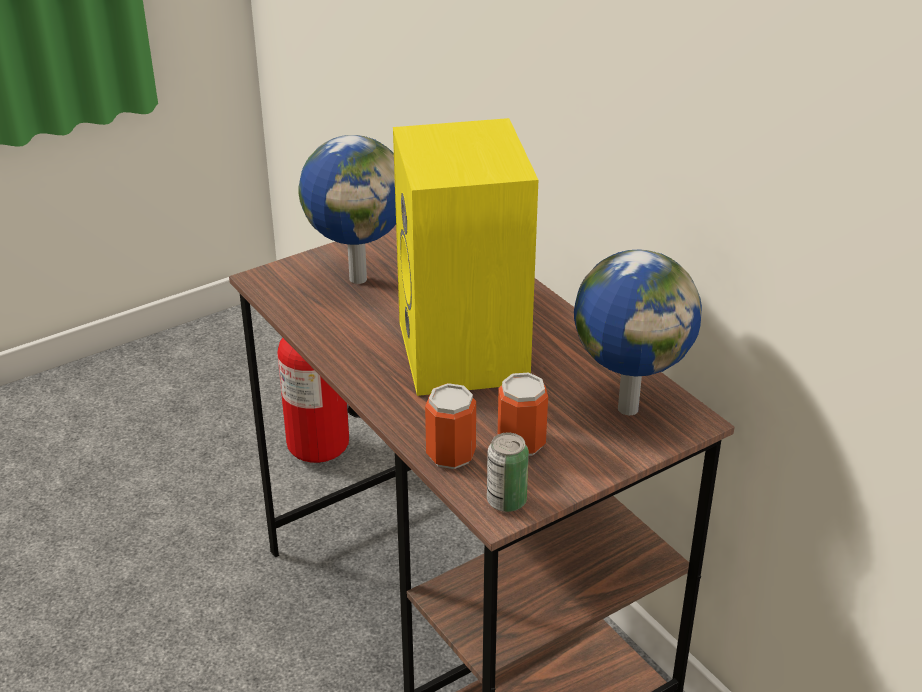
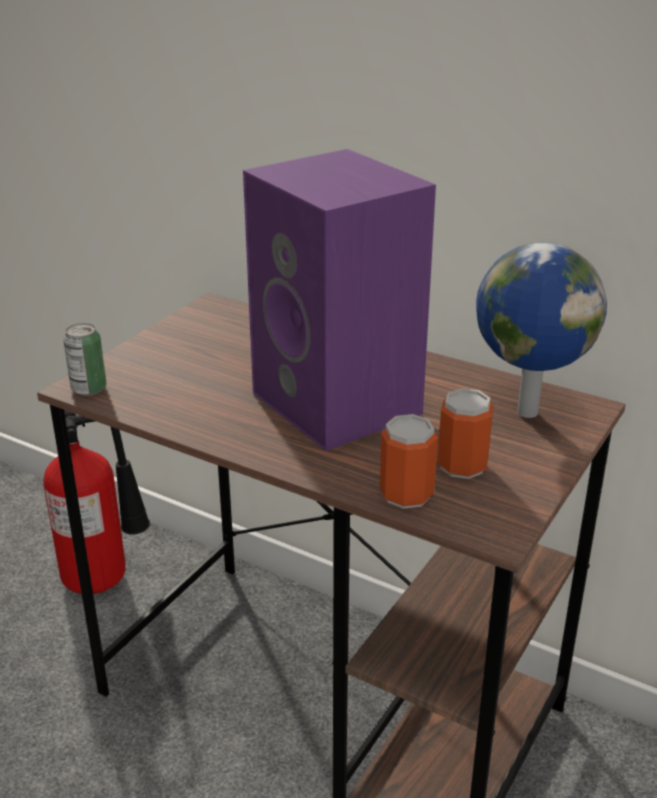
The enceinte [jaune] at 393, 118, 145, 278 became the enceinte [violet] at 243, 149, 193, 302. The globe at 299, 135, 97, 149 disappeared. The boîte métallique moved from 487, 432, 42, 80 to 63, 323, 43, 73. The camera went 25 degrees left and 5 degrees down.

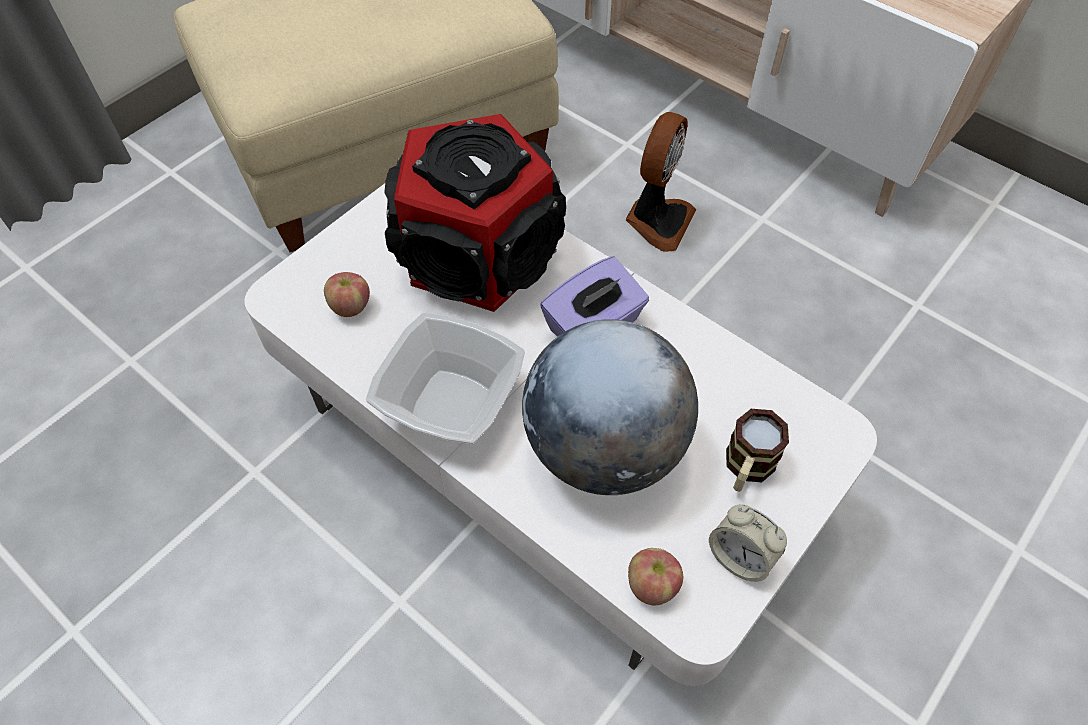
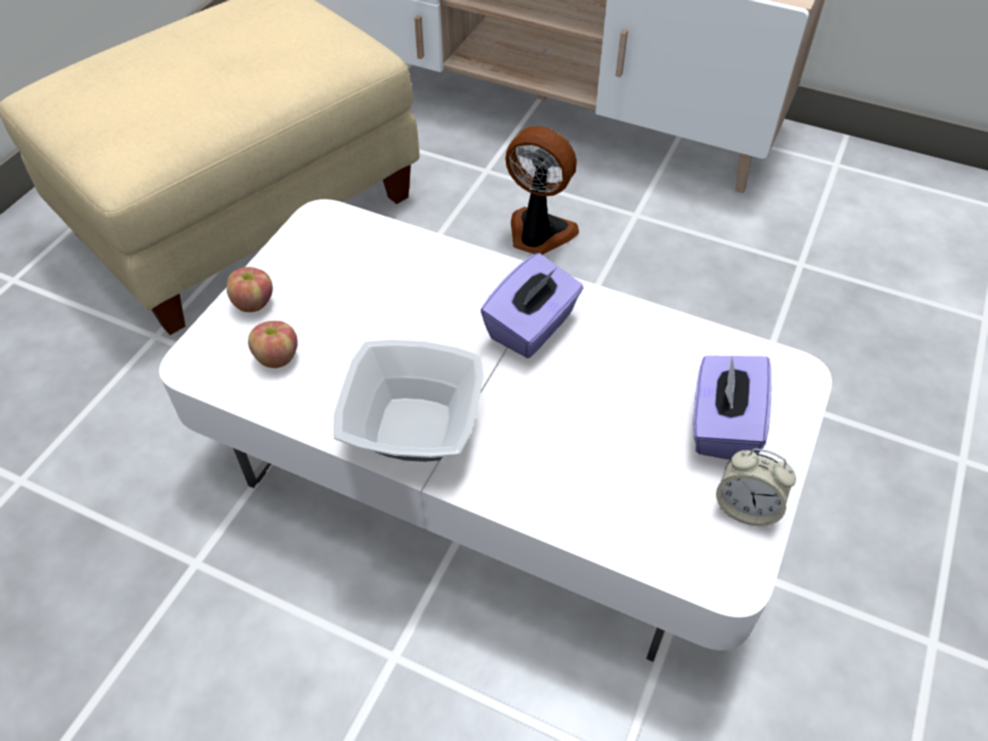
The ventilateur at 626, 112, 71, 140 turned 75 degrees counterclockwise. The enceinte at 384, 114, 182, 198 disappeared. The globe at 522, 319, 176, 176 disappeared. The mug at 726, 409, 63, 83 was replaced by the boîte à mouchoirs [violet] at 693, 356, 79, 104. The pomme moved from 628, 548, 55, 57 to 227, 267, 46, 45. The camera went 15 degrees left and 5 degrees down.

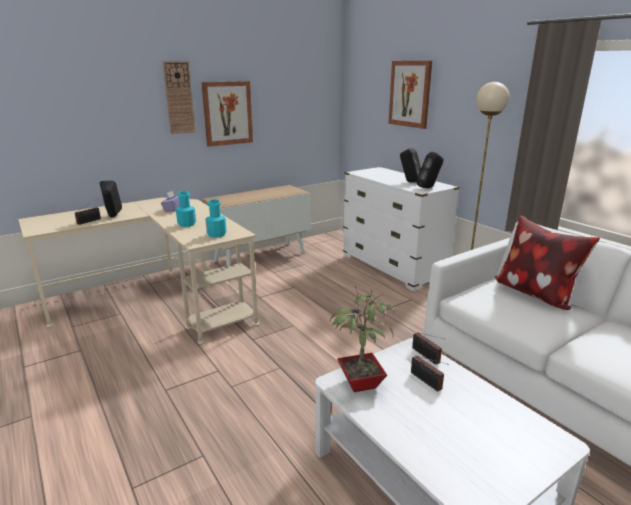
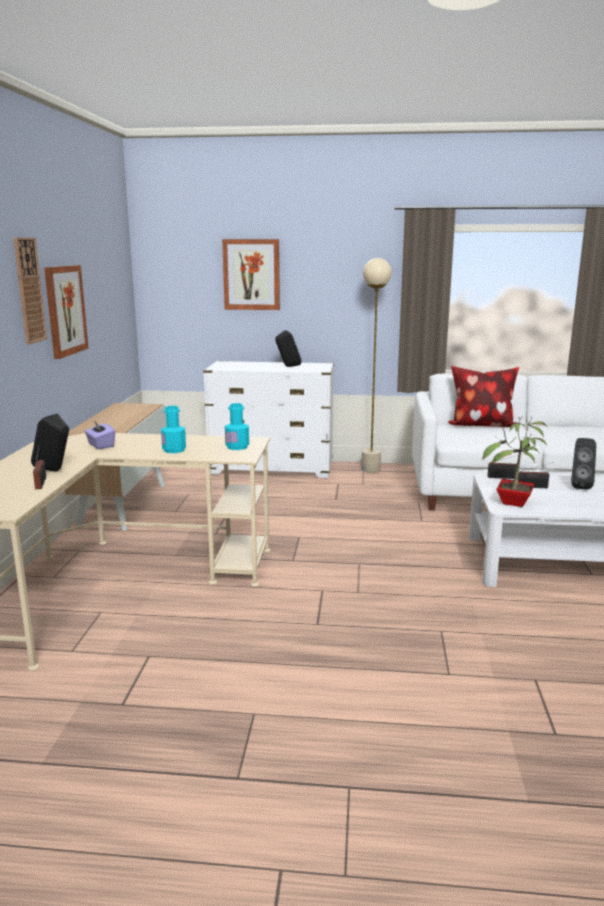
The enceinte [noir] moved from 416, 152, 28, 36 to 571, 438, 25, 52. The camera went 50 degrees left and 5 degrees down.

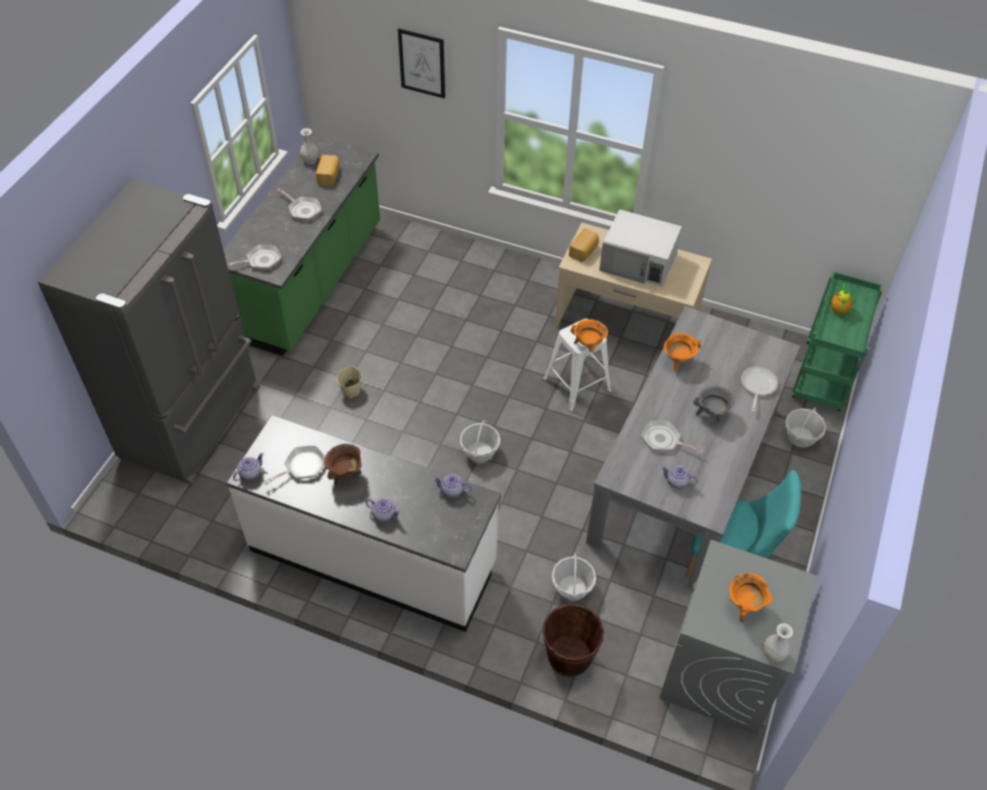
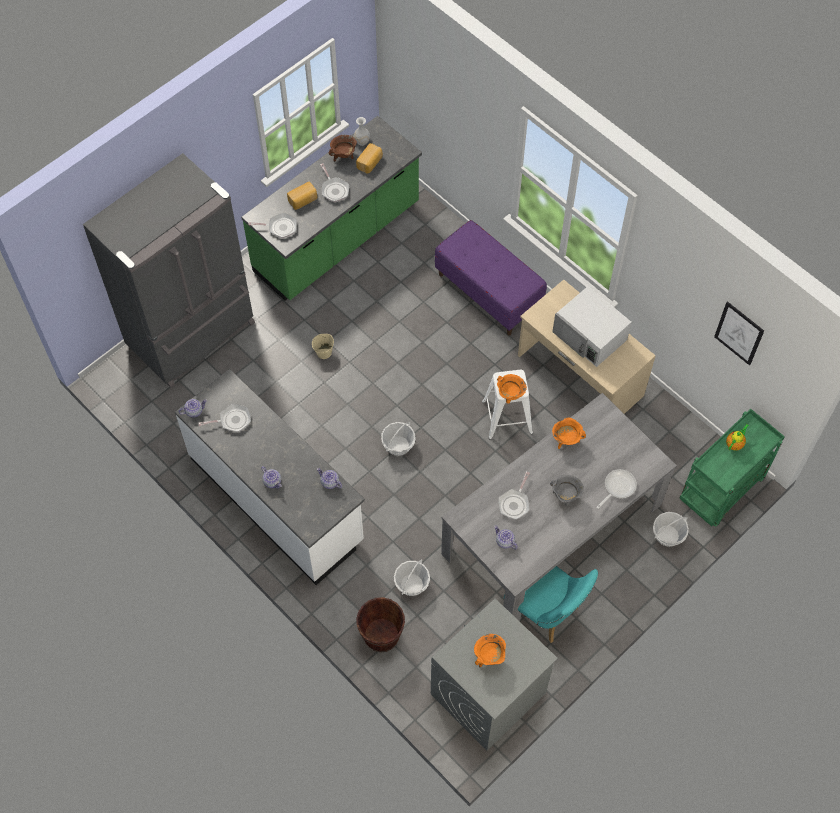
The tableau moved from 398, 28, 47, 71 to 714, 301, 50, 65. The pain moved from 569, 228, 30, 34 to 287, 182, 30, 28. The poêle at 641, 420, 63, 34 turned 120 degrees counterclockwise. The marmite [marron] moved from 324, 444, 38, 42 to 329, 135, 28, 27. The vase [blanc] at 762, 623, 31, 39 disappeared. The banc [violet] at 435, 220, 112, 115 appeared. The camera went 25 degrees right and 10 degrees up.

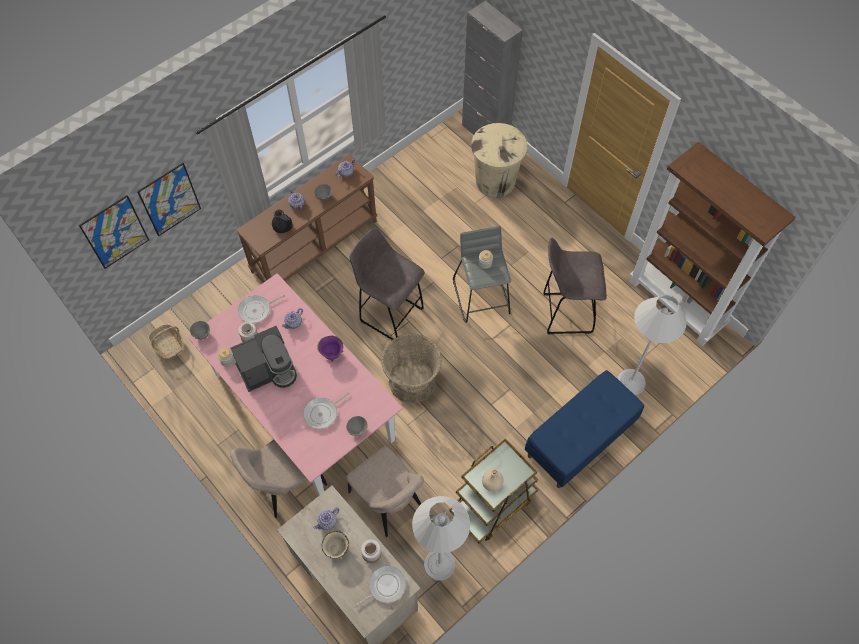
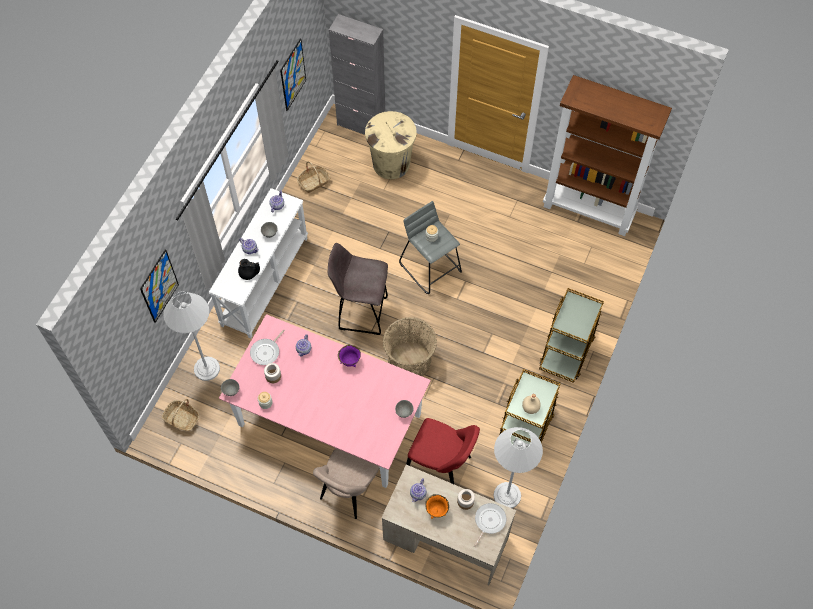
The table console [marron] at 236, 154, 141, 129 became the table console [blanc] at 209, 188, 99, 150. The tableau moved from 79, 195, 70, 74 to 280, 39, 26, 72. The tabouret [gris] at 543, 238, 64, 96 disappeared. The lampadaire [blanc] moved from 617, 295, 69, 100 to 163, 291, 57, 90. The machine à café at 230, 326, 67, 66 disappeared. The banc [bleu] at 525, 370, 119, 118 was replaced by the chariot [marron] at 539, 288, 65, 95. The poêle at 303, 392, 47, 37 disappeared. The chaise [beige] at 346, 446, 78, 91 became the chaise [rouge] at 406, 418, 74, 66. The bol [beige] at 321, 530, 28, 29 became the bol [orange] at 425, 494, 24, 25. The panier at 297, 162, 33, 31 appeared. The camera went 25 degrees left and 0 degrees up.

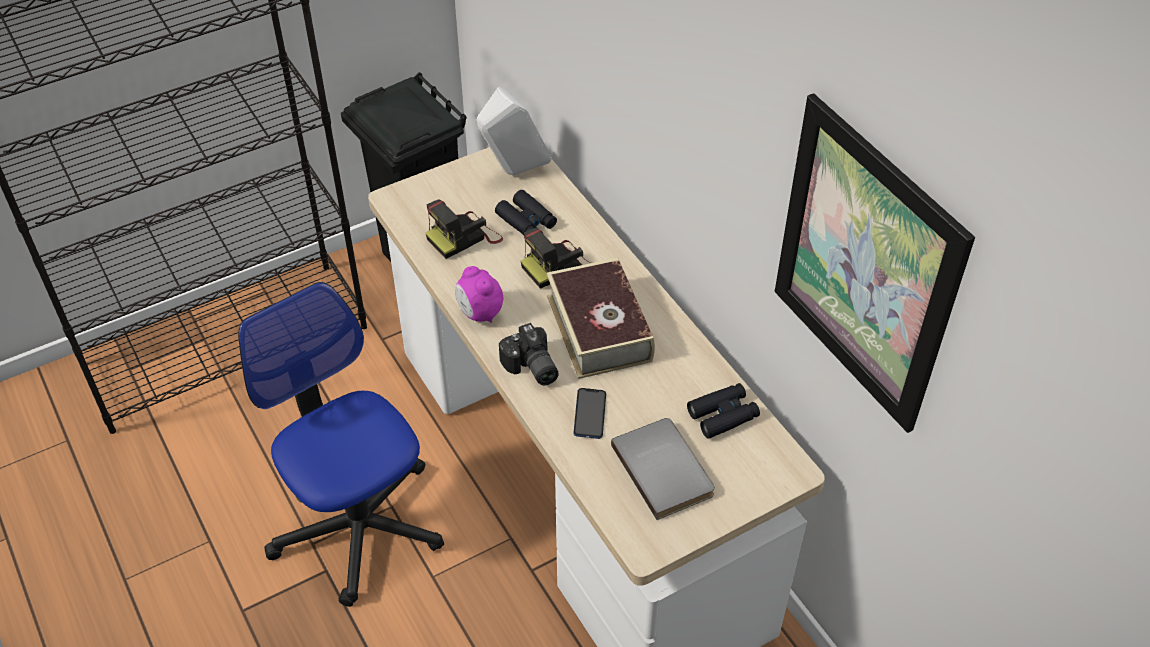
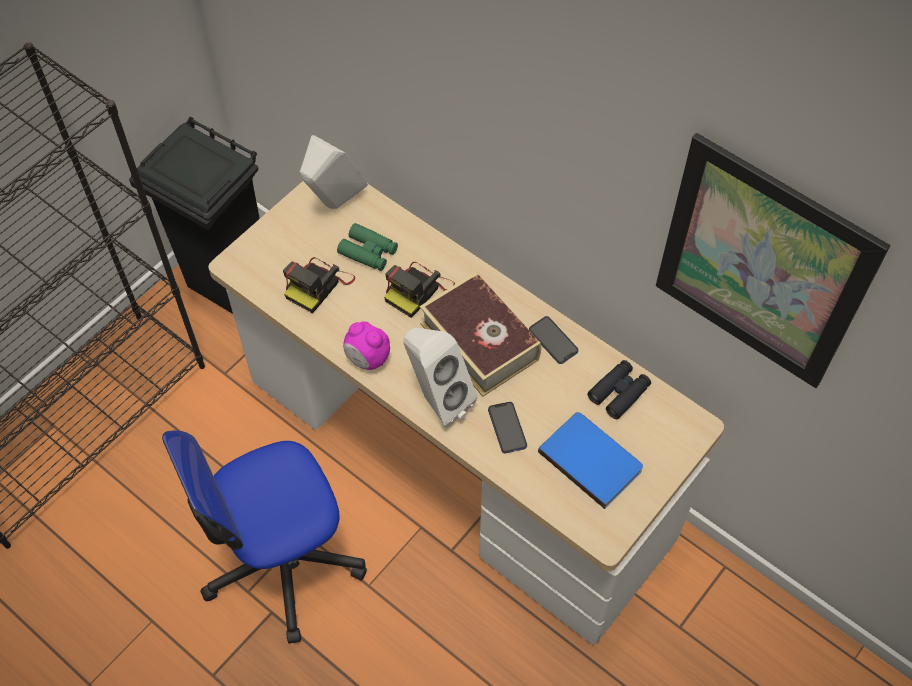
The jumelles [noir] at 495, 190, 62, 45 became the jumelles [vert] at 337, 223, 61, 48. The chaise de bureau at 238, 282, 206, 325 turned 60 degrees counterclockwise. The appareil photo at 499, 323, 60, 62 was replaced by the enceinte [blanc] at 403, 327, 74, 101. The livre [gris] at 611, 418, 104, 102 became the livre [bleu] at 538, 412, 105, 97. The téléphone at 529, 316, 49, 48 appeared. The camera went 20 degrees left and 10 degrees up.

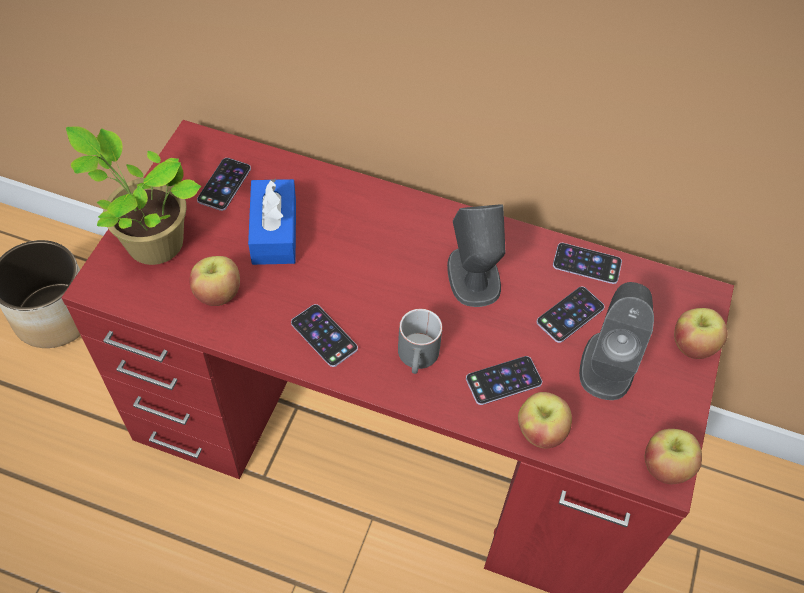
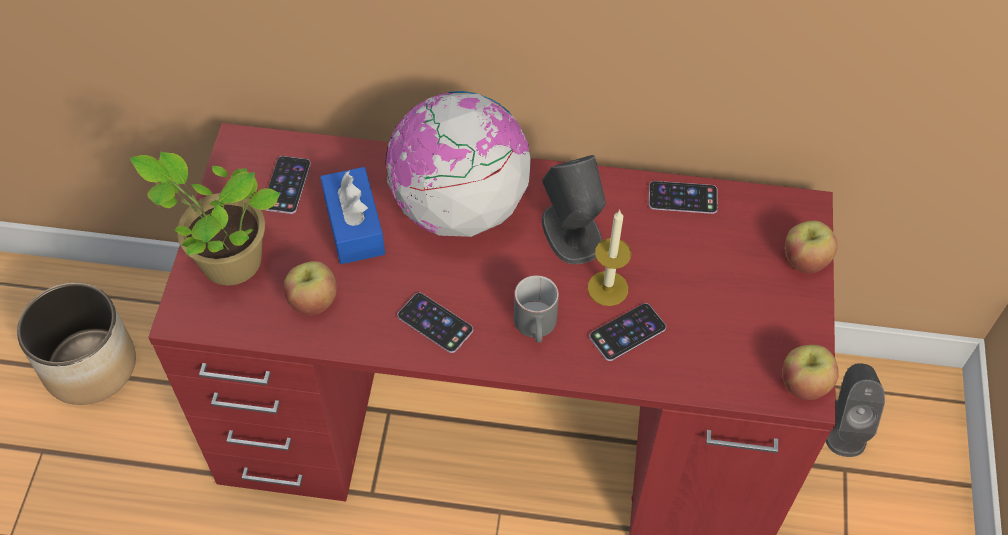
The enceinte [gris] moved from 579, 282, 75, 118 to 826, 364, 59, 93. The téléphone at 537, 287, 68, 56 disappeared. The pomme at 518, 392, 54, 57 disappeared. The globe at 386, 91, 145, 146 appeared. The bougie at 588, 210, 43, 96 appeared. The camera went 10 degrees left and 0 degrees up.

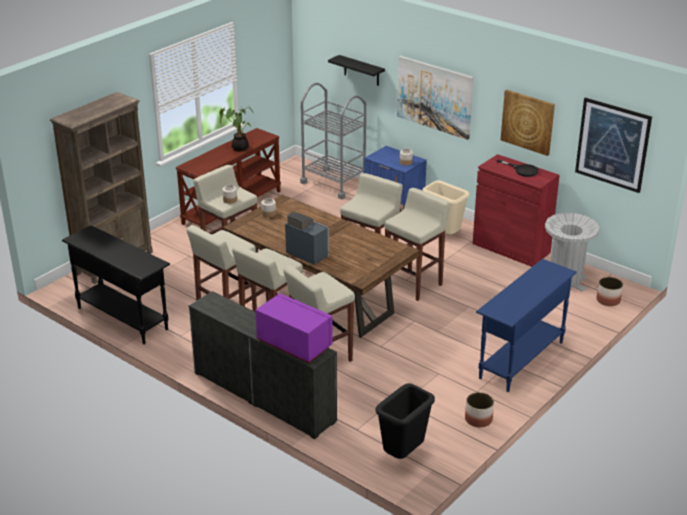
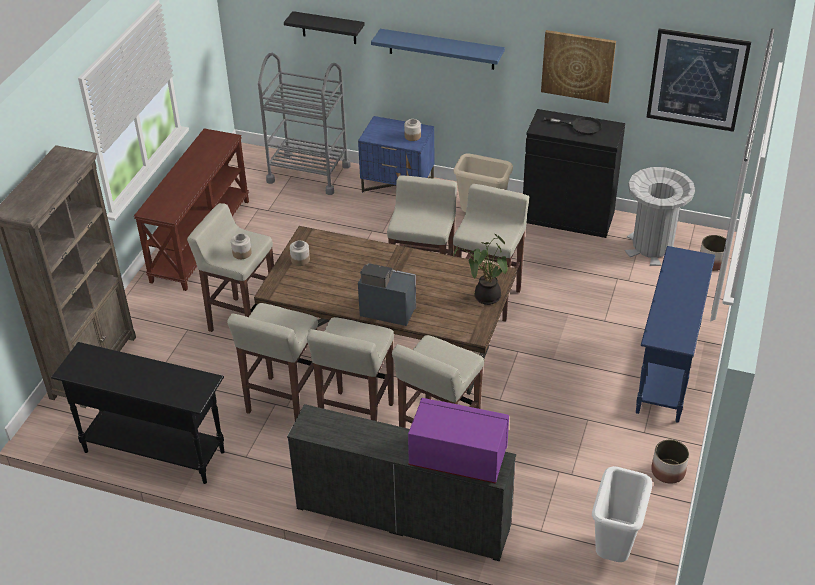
The tableau at 397, 56, 76, 84 was replaced by the étagère [bleu] at 371, 29, 134, 41. The plante en pot moved from 219, 105, 34, 46 to 453, 233, 55, 72. The meuble de rangement [rouge] at 473, 154, 86, 113 became the meuble de rangement [noir] at 523, 109, 102, 129. The poubelle [noir] at 375, 383, 60, 76 became the poubelle [blanc] at 592, 466, 60, 96. The camera went 20 degrees left and 10 degrees up.

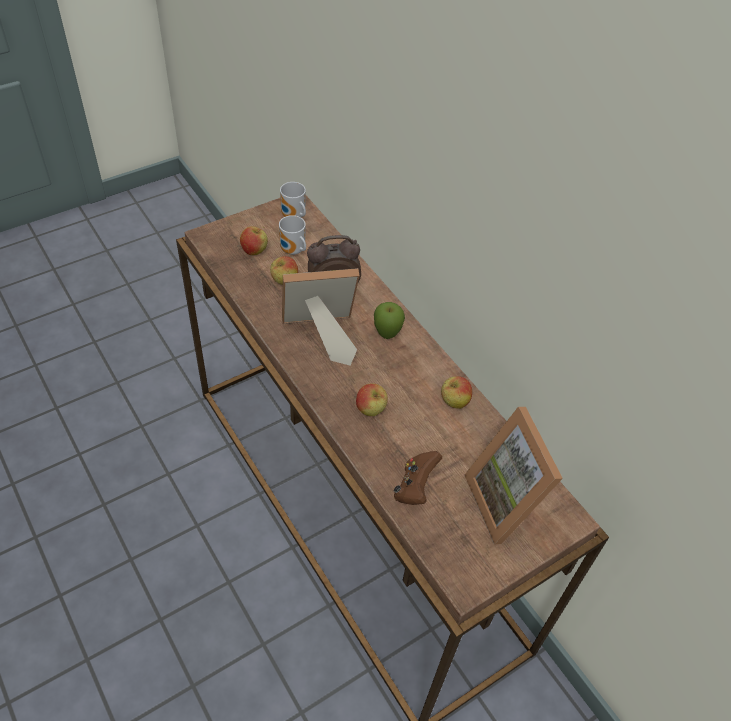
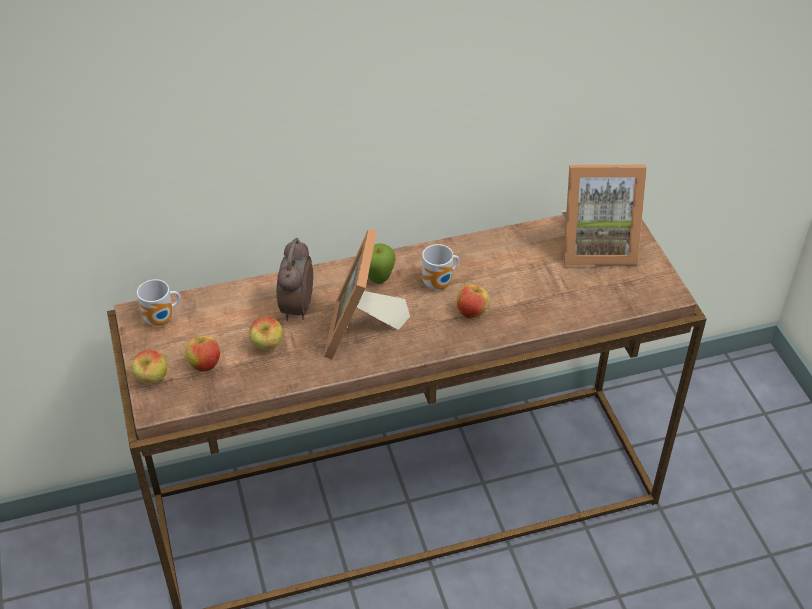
The mug moved from 279, 215, 27, 40 to 422, 244, 38, 46. The pomme moved from 441, 376, 31, 33 to 132, 350, 35, 35. The manette [marron] at 394, 451, 48, 54 disappeared. The camera went 70 degrees left and 5 degrees down.

